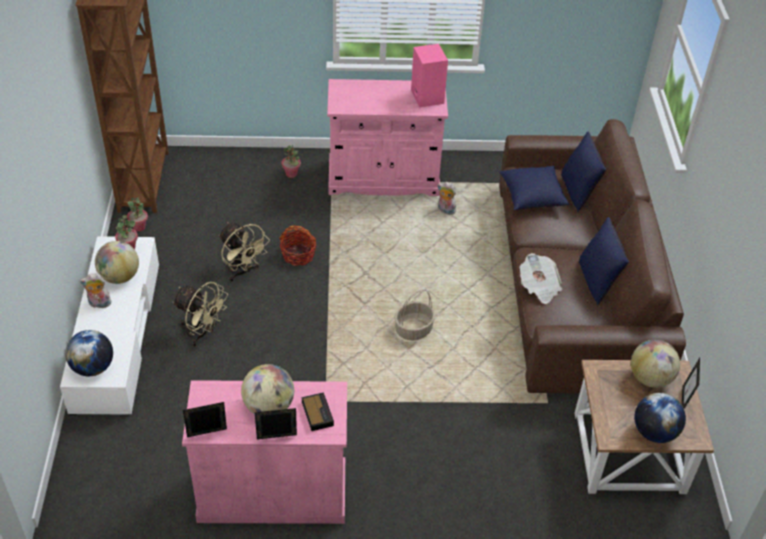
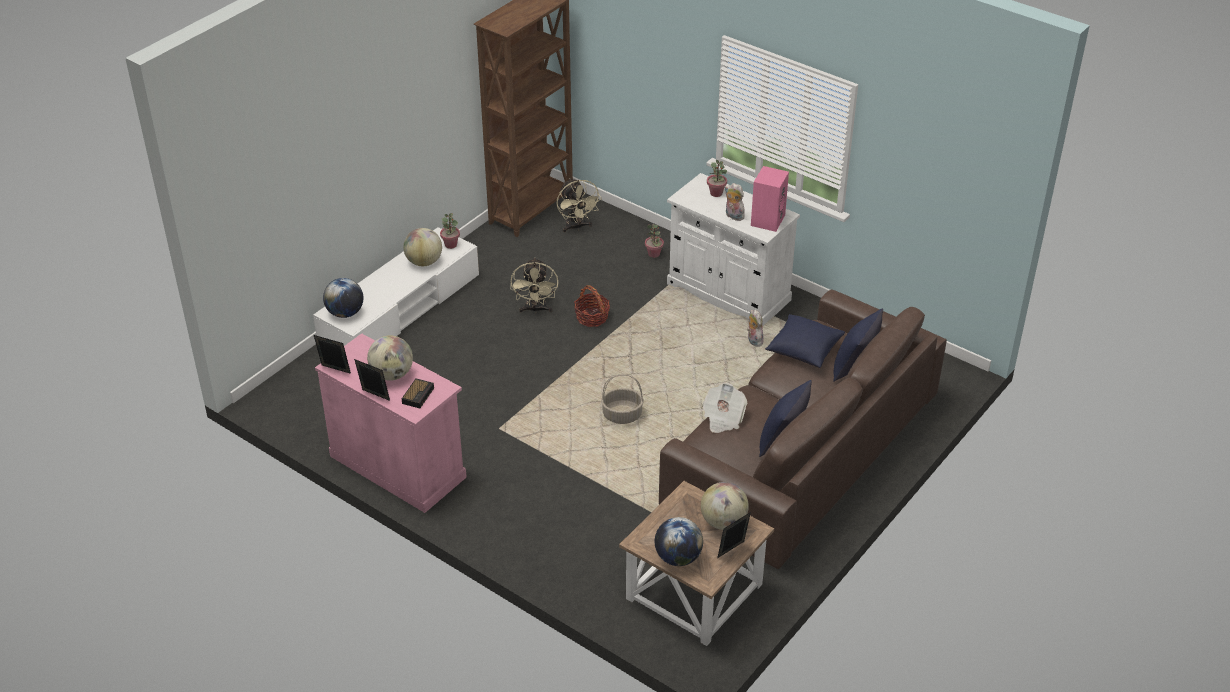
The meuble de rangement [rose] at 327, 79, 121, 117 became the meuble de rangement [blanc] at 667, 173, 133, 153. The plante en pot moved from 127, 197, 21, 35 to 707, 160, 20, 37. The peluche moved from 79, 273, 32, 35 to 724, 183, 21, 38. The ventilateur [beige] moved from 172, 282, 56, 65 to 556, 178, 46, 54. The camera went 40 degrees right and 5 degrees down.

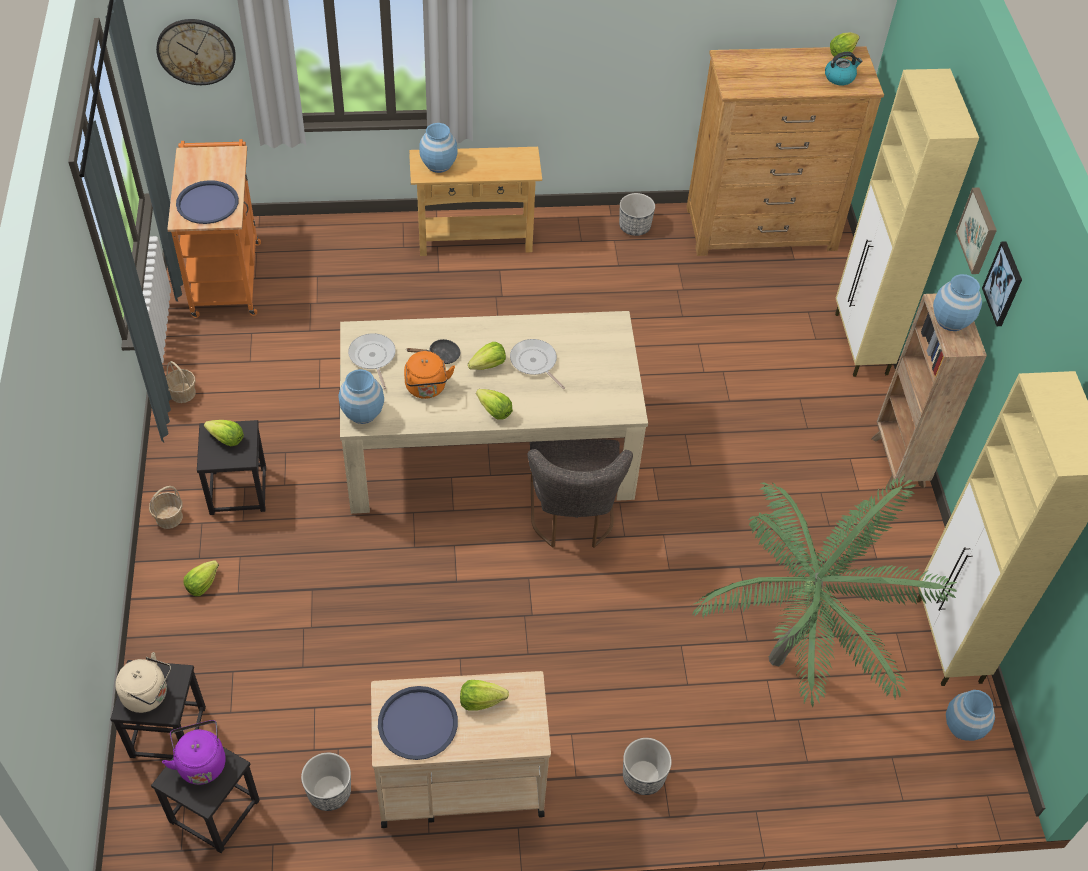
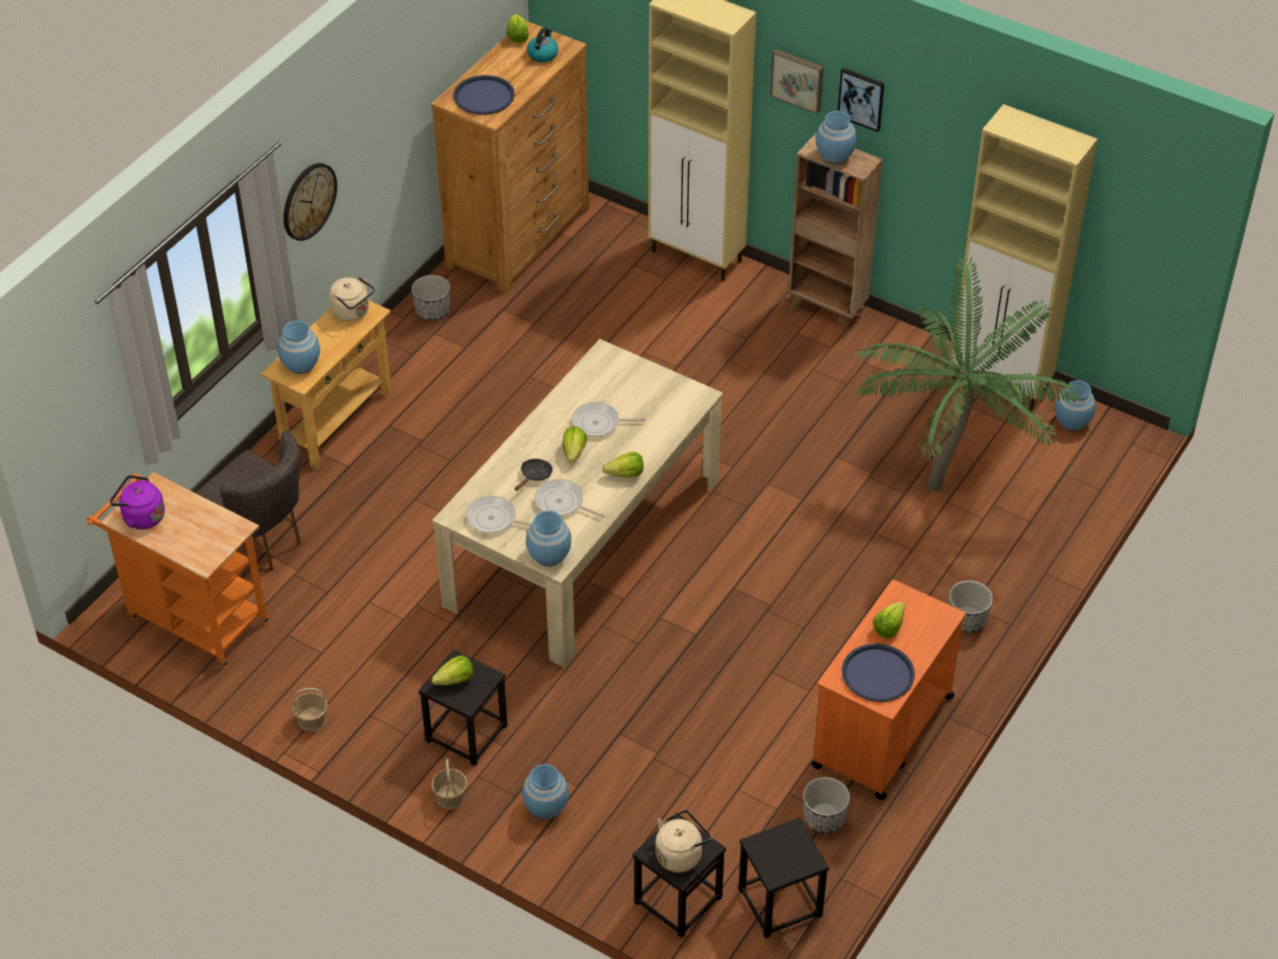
The horloge murale moved from 156, 19, 80, 66 to 283, 163, 54, 78. The plateau [bleu] moved from 176, 180, 63, 44 to 453, 75, 62, 40. The bouilloire [orange] at 404, 351, 51, 48 was replaced by the poêle at 535, 479, 70, 39. The chaise [gris] moved from 527, 439, 106, 109 to 196, 430, 105, 143. The laitue at 184, 560, 35, 36 was replaced by the vase [bleu] at 522, 764, 47, 55. The chariot [beige] at 371, 671, 180, 157 became the chariot [orange] at 811, 580, 155, 220. The bouilloire [violet] moved from 162, 720, 64, 65 to 110, 475, 55, 54. The bouilloire [beige] at 329, 277, 46, 45 appeared. The camera went 50 degrees left and 5 degrees down.

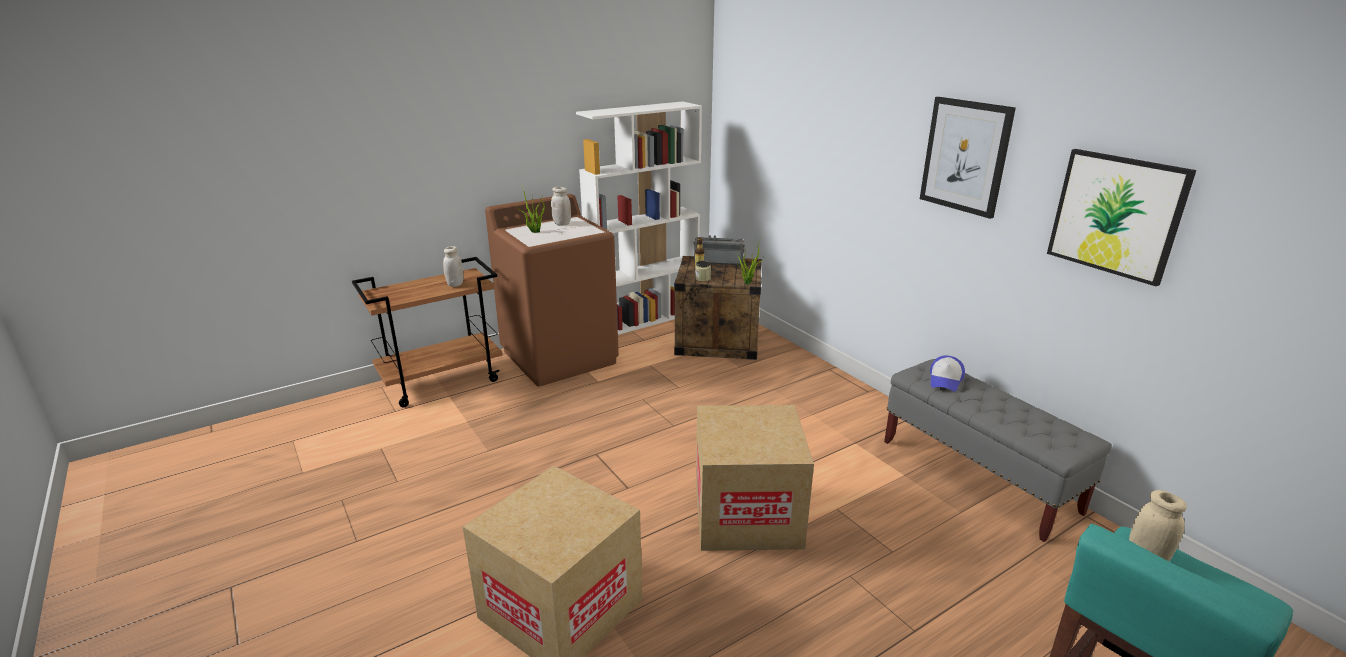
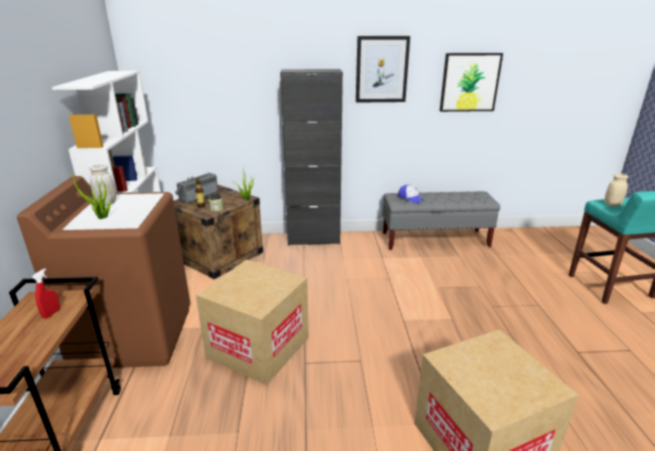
The bocal [blanc] at 443, 246, 20, 41 was replaced by the vaporisateur [rouge] at 32, 268, 28, 51. The carton moved from 696, 405, 118, 146 to 196, 260, 113, 125. The meuble de rangement [noir] at 280, 69, 63, 177 appeared. The camera went 60 degrees left and 0 degrees up.

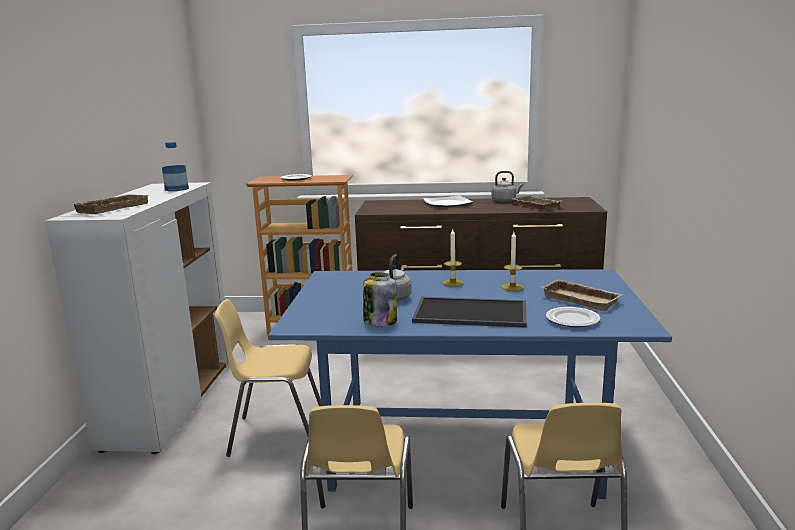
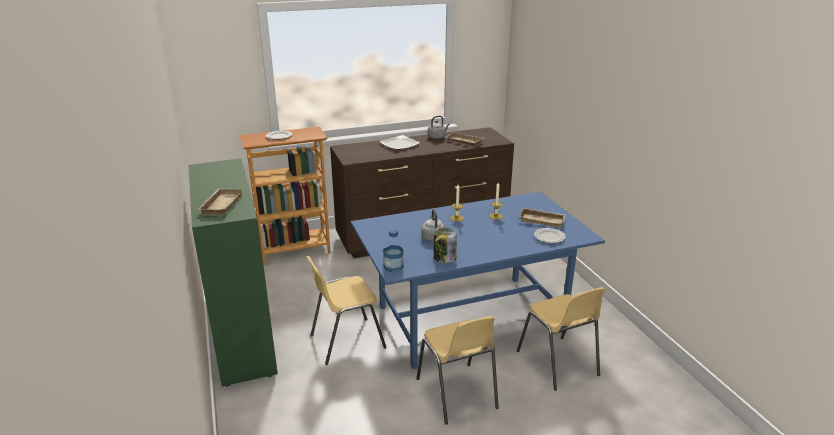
The bouteille moved from 162, 142, 27, 49 to 383, 230, 21, 43. The meuble de rangement [blanc] at 45, 182, 184, 272 became the meuble de rangement [vert] at 189, 158, 89, 229. The plateau at 412, 297, 115, 31 disappeared. The camera went 25 degrees left and 10 degrees up.

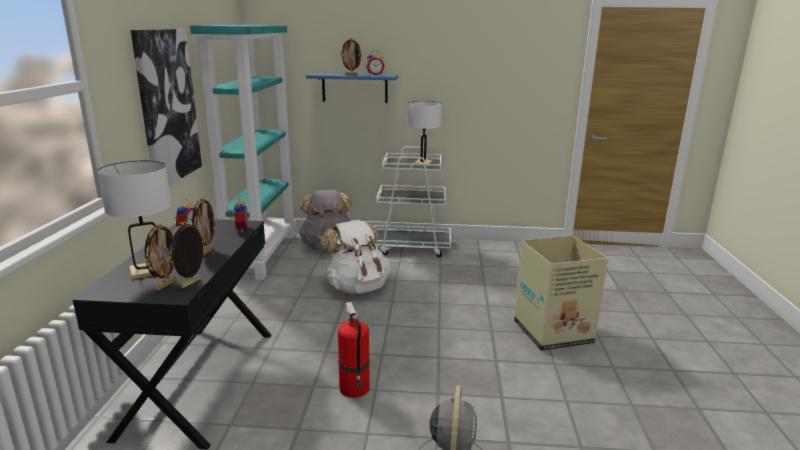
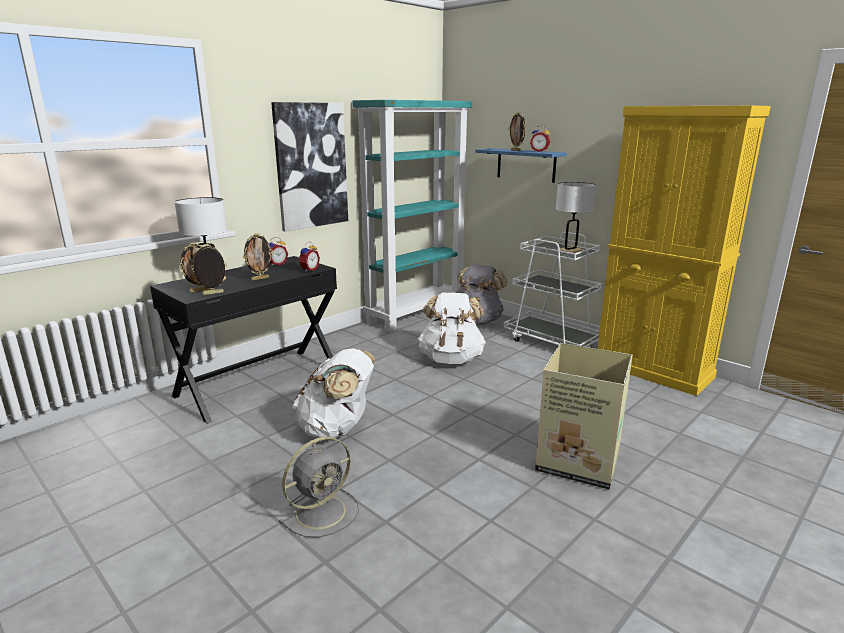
The extincteur at 338, 302, 32, 96 was replaced by the sac à dos [blanc] at 292, 349, 83, 89. The meuble de rangement [jaune] at 598, 106, 173, 290 appeared. The camera went 40 degrees right and 0 degrees up.

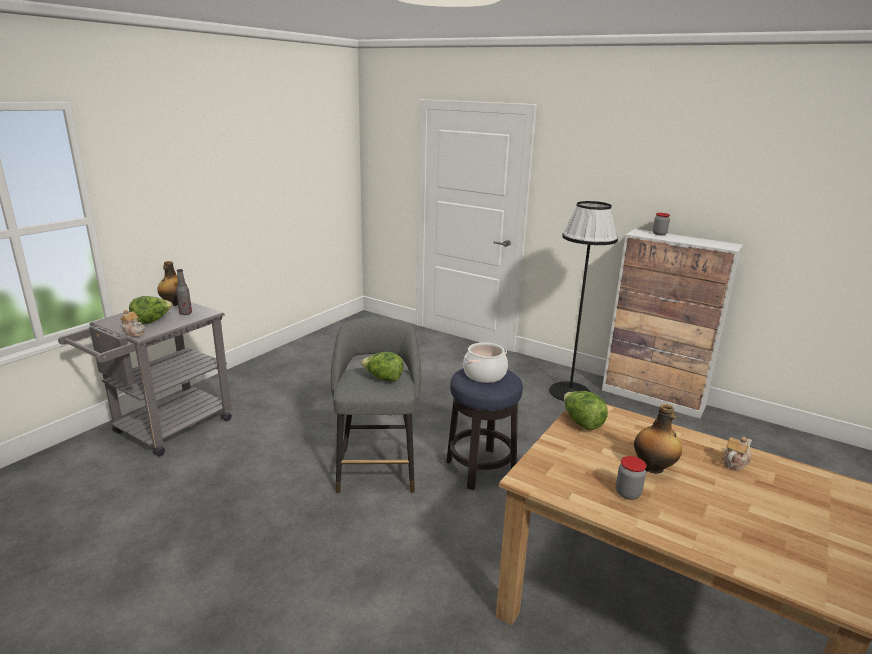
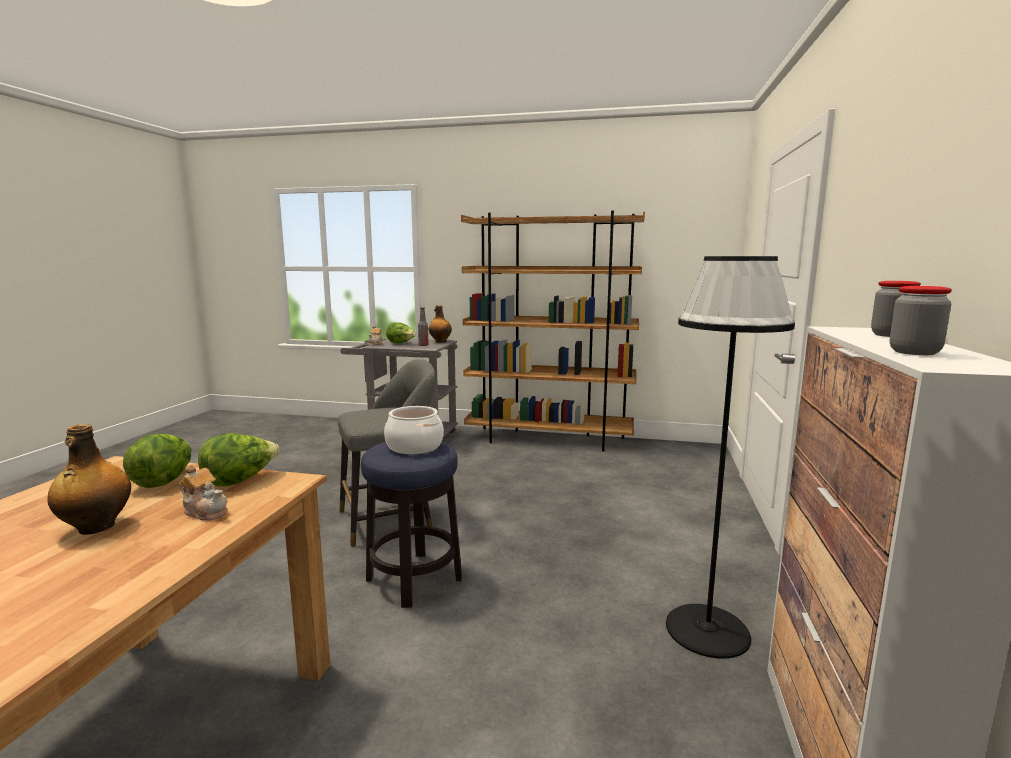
The laitue moved from 361, 352, 42, 29 to 123, 434, 68, 54. The théière moved from 722, 436, 30, 34 to 179, 464, 49, 57. The bocal moved from 616, 456, 31, 44 to 890, 286, 62, 69. The bibliothèque [marron] at 461, 210, 184, 242 appeared. The camera went 70 degrees right and 10 degrees down.

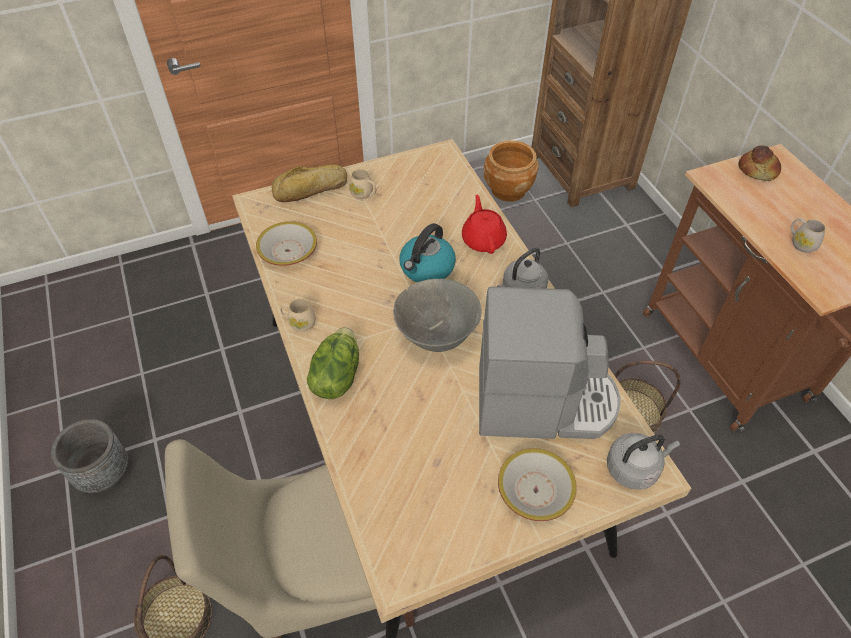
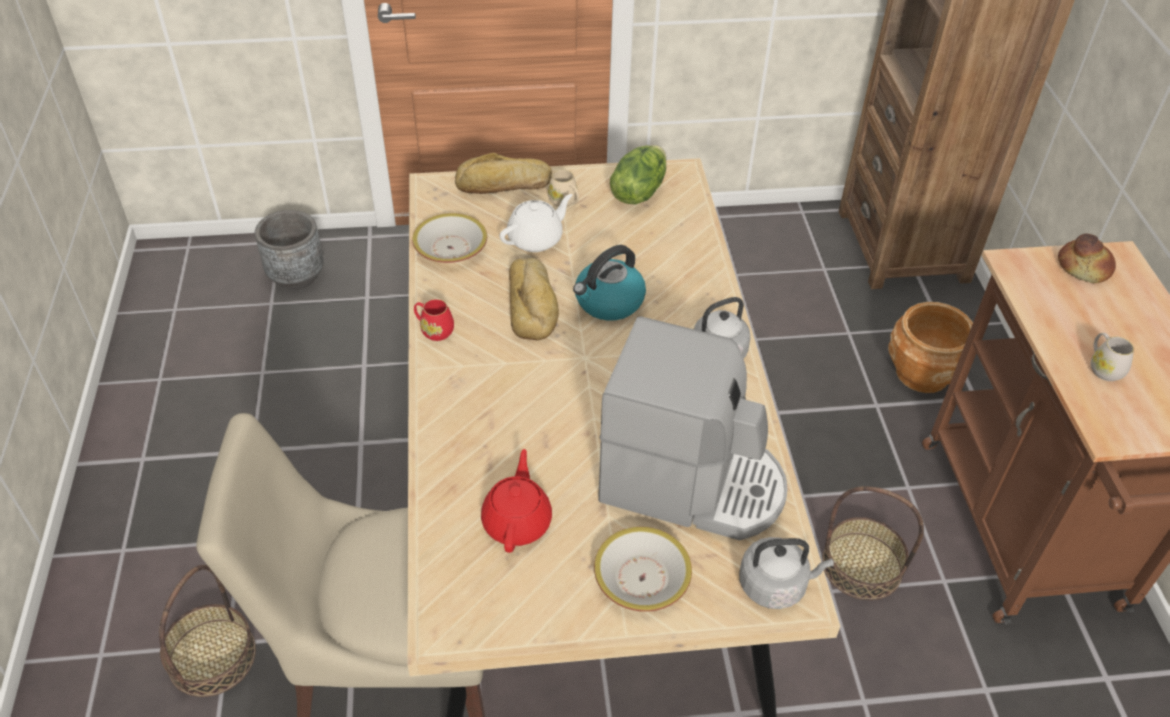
The cache-pot [marron] moved from 484, 140, 55, 62 to 888, 302, 85, 91. The théière [rouge] moved from 462, 195, 45, 59 to 481, 449, 71, 104. The bol [gris] at 393, 279, 89, 73 disappeared. The mug [beige] at 280, 298, 36, 34 became the mug [rouge] at 414, 299, 40, 42. The laitue moved from 307, 327, 52, 72 to 610, 145, 56, 59. The cache-pot [gris] moved from 51, 419, 77, 74 to 255, 210, 69, 80. The théière [blanc] at 500, 194, 72, 58 appeared. The pain at 509, 258, 50, 82 appeared. The camera went 15 degrees right and 5 degrees down.

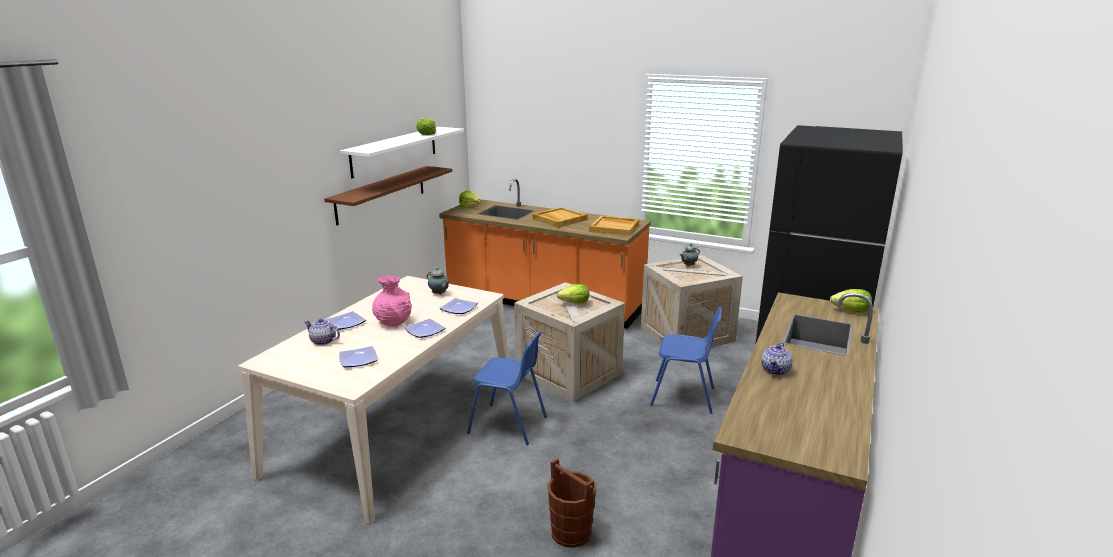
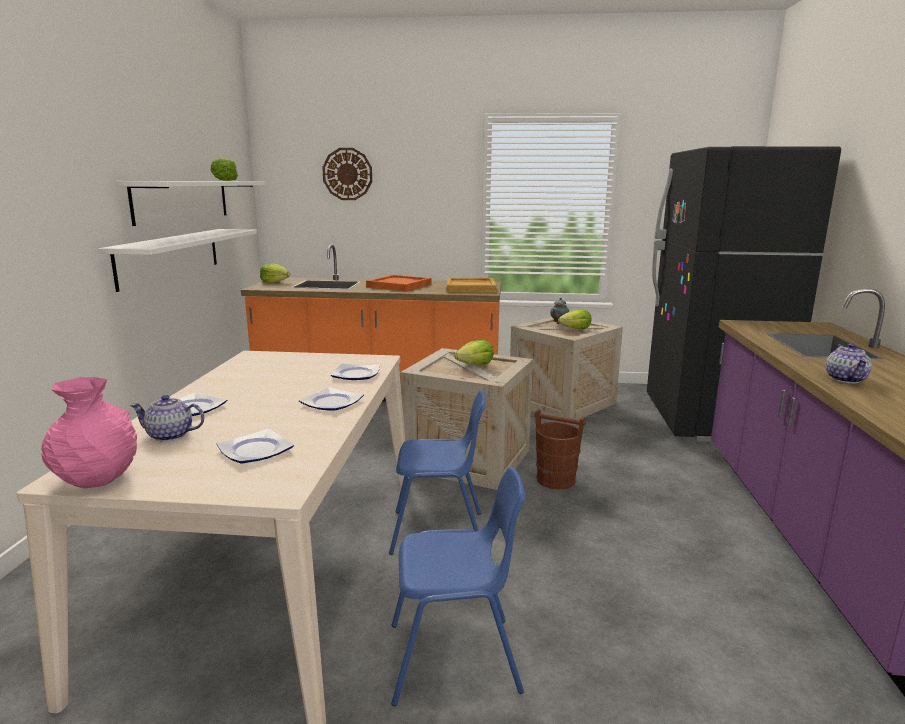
The étagère [marron] at 324, 166, 128, 60 became the étagère [blanc] at 98, 229, 159, 63. The plateau [beige] at 533, 207, 55, 21 became the plateau [orange] at 366, 275, 65, 16. The théière at 427, 267, 24, 28 disappeared. The vase [rose] moved from 372, 275, 40, 52 to 41, 377, 96, 112. The laitue moved from 830, 289, 42, 24 to 558, 309, 33, 20. The chaise [bleu] moved from 650, 307, 72, 106 to 391, 466, 135, 240. The seau [marron] moved from 548, 458, 48, 90 to 534, 409, 52, 81. The horloge murale at 322, 148, 50, 52 appeared. The camera went 20 degrees left and 5 degrees down.

